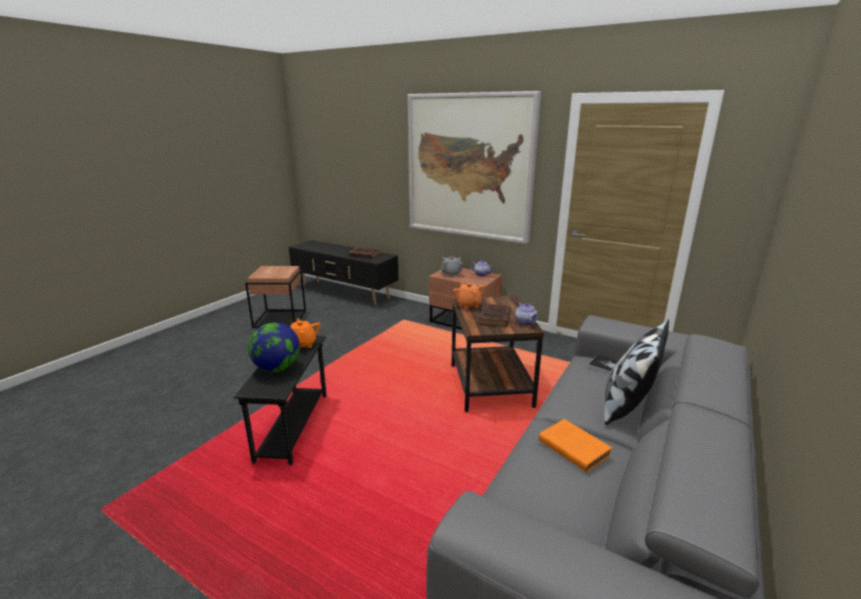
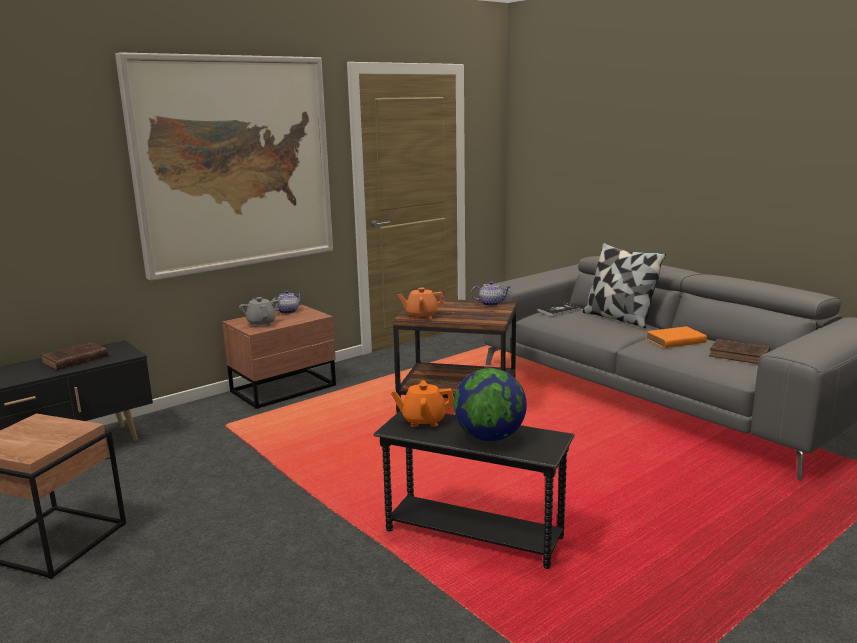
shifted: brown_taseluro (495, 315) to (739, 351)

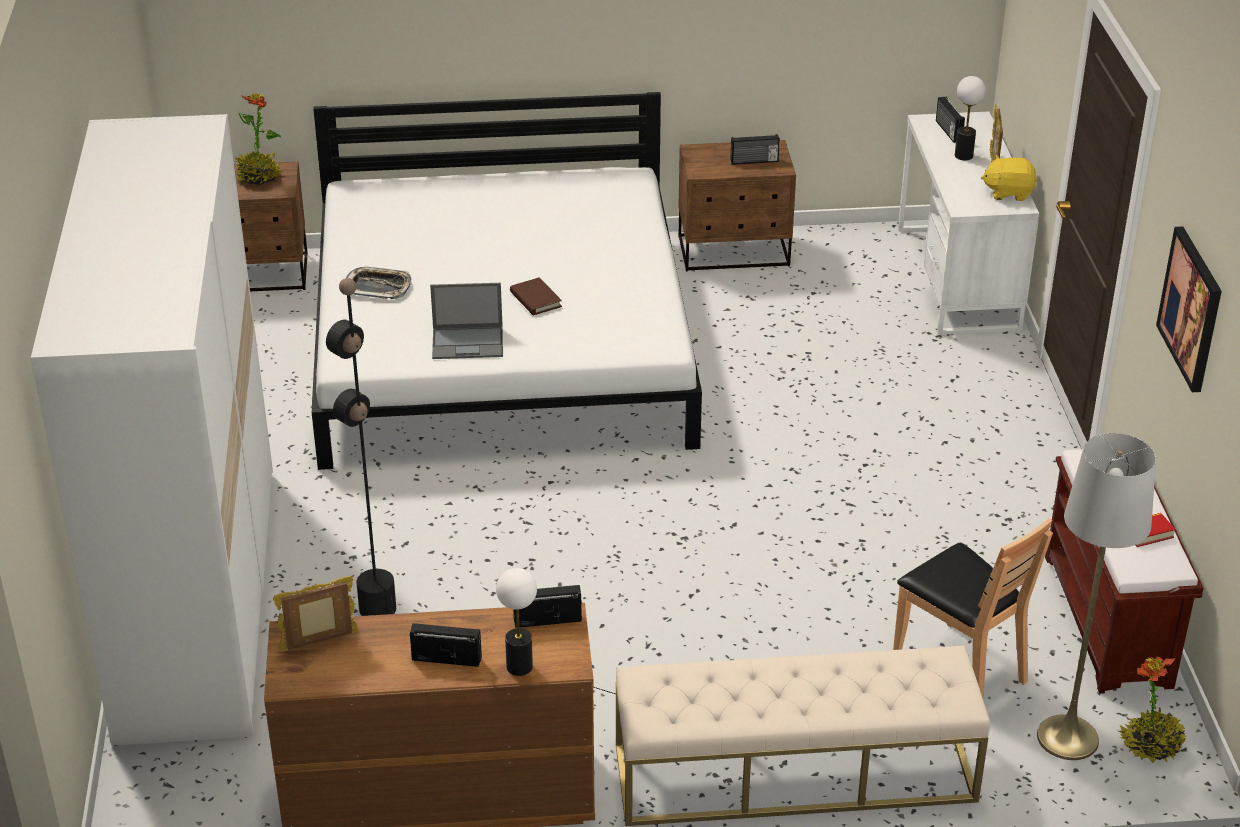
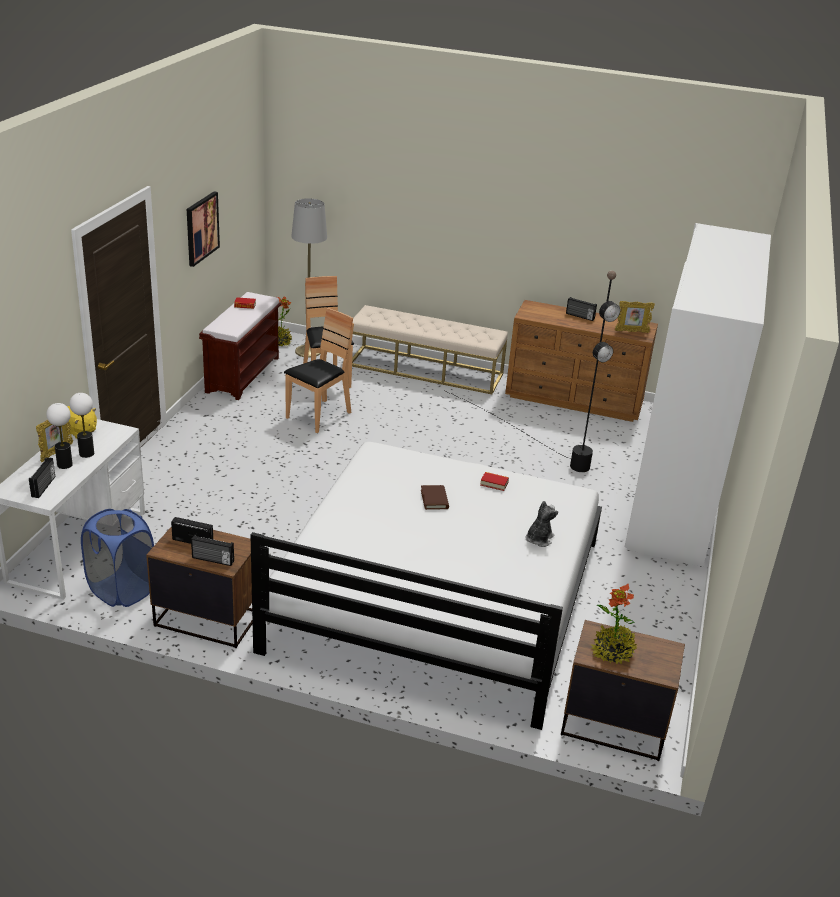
new: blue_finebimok (117, 558); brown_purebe (319, 370)
shifted: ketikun (516, 622) to (81, 425); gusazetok (547, 606) to (212, 550)
swapped: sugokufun (379, 283) to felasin (541, 524); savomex (466, 321) to taseluro (494, 481)

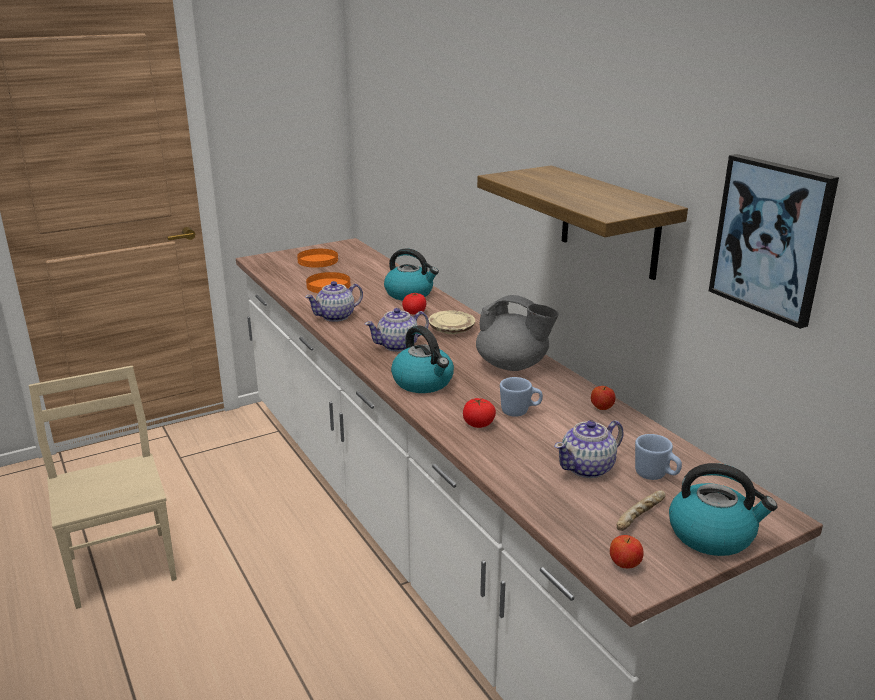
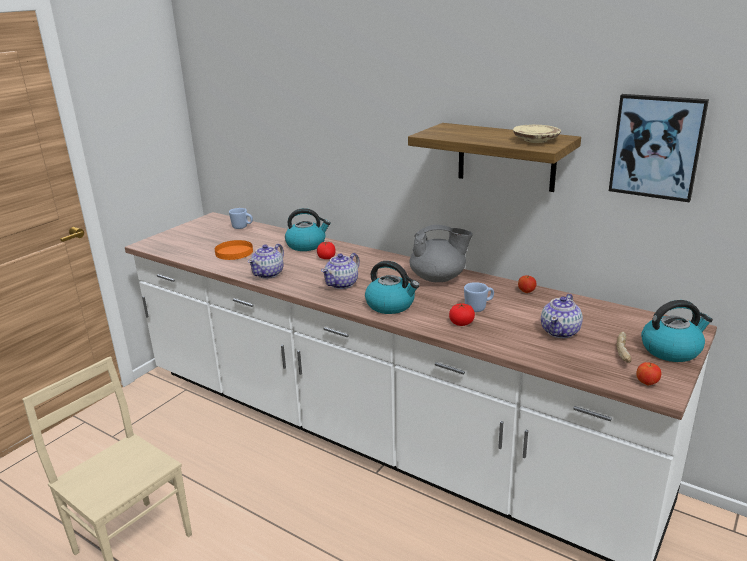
gone: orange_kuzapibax (317, 258)
shifted: beige_kuzapibax (451, 322) to (537, 134); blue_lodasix (658, 457) to (241, 218)

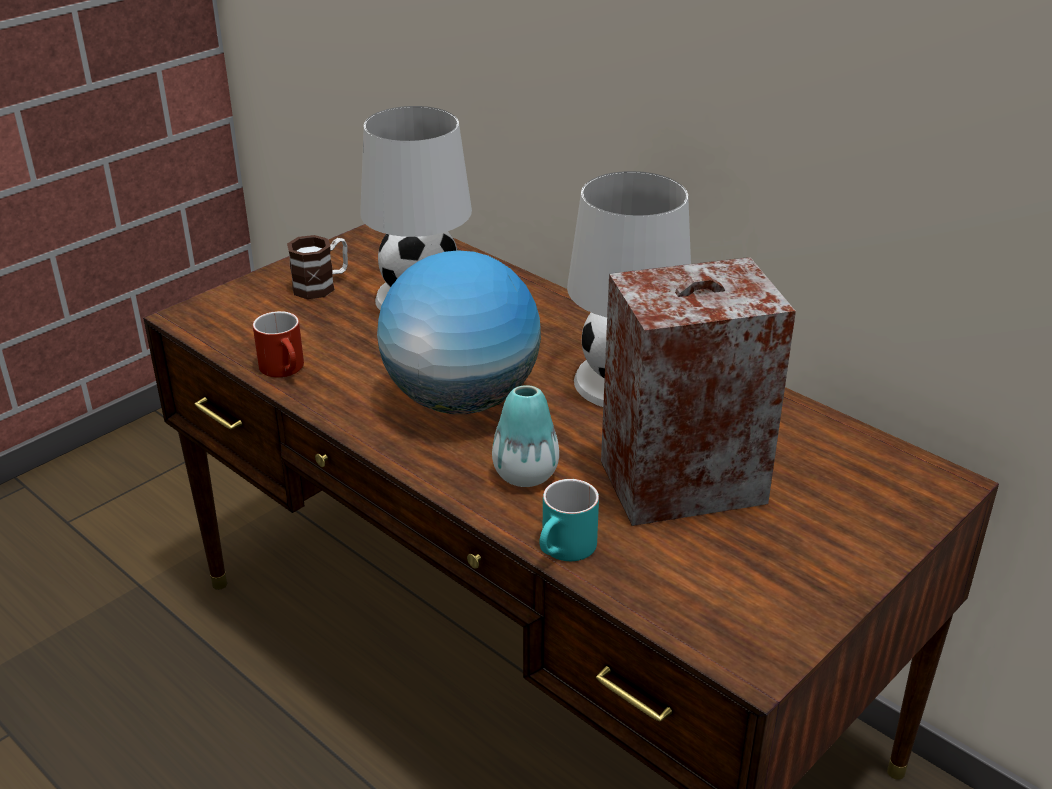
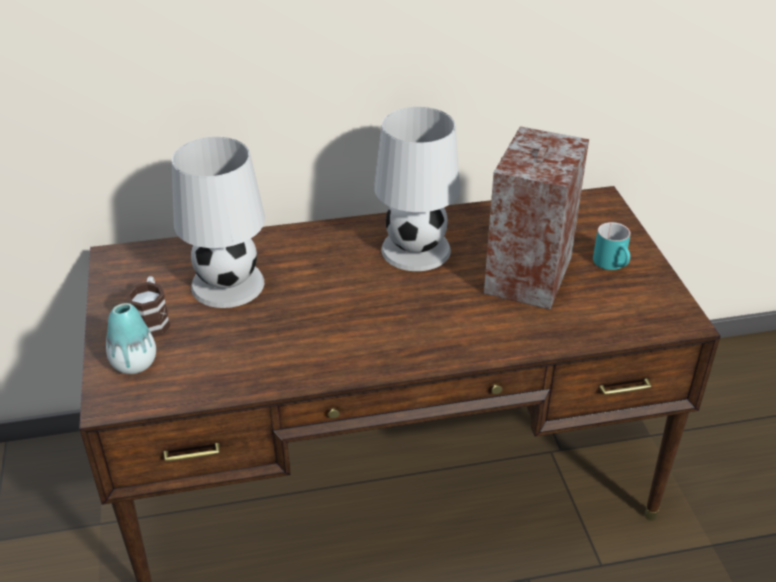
gone: red_lodasix (278, 344); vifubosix (459, 332)
shifted: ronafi (525, 436) to (131, 338); turquoise_lodasix (569, 520) to (612, 246)

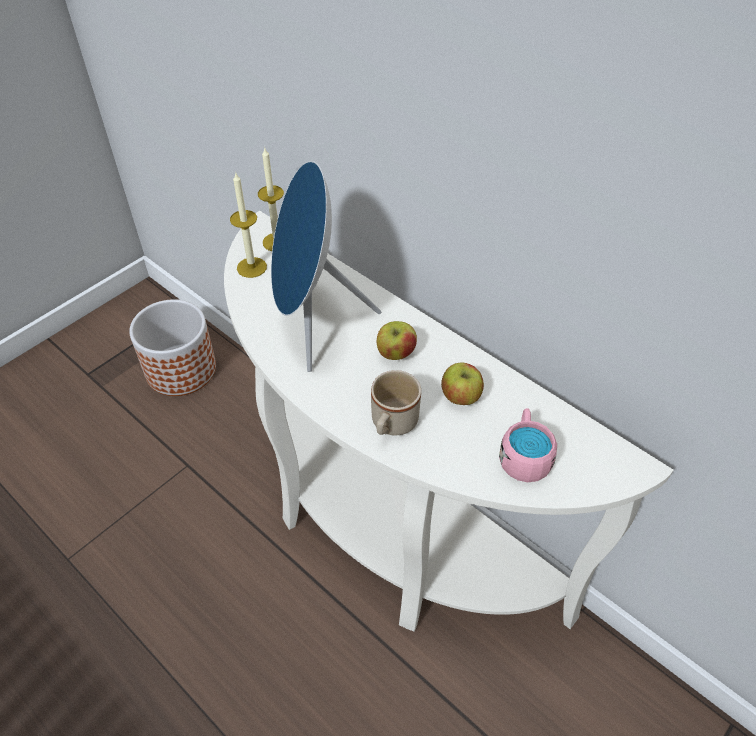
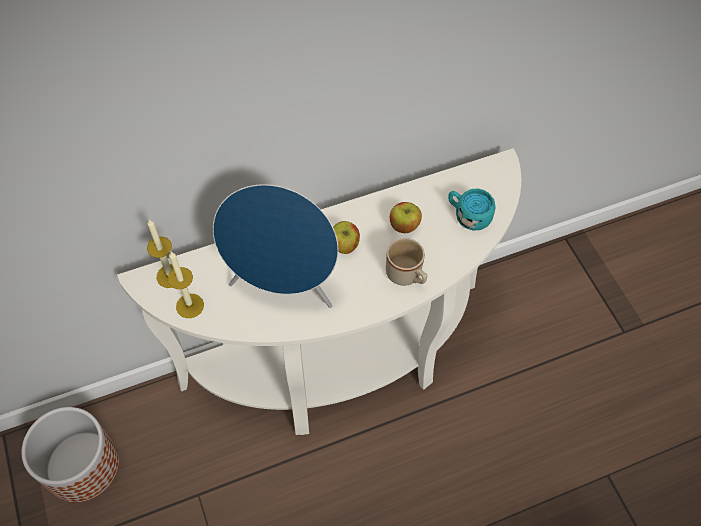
repainted: pink_lodasix (528, 445) to turquoise_lodasix (471, 209)

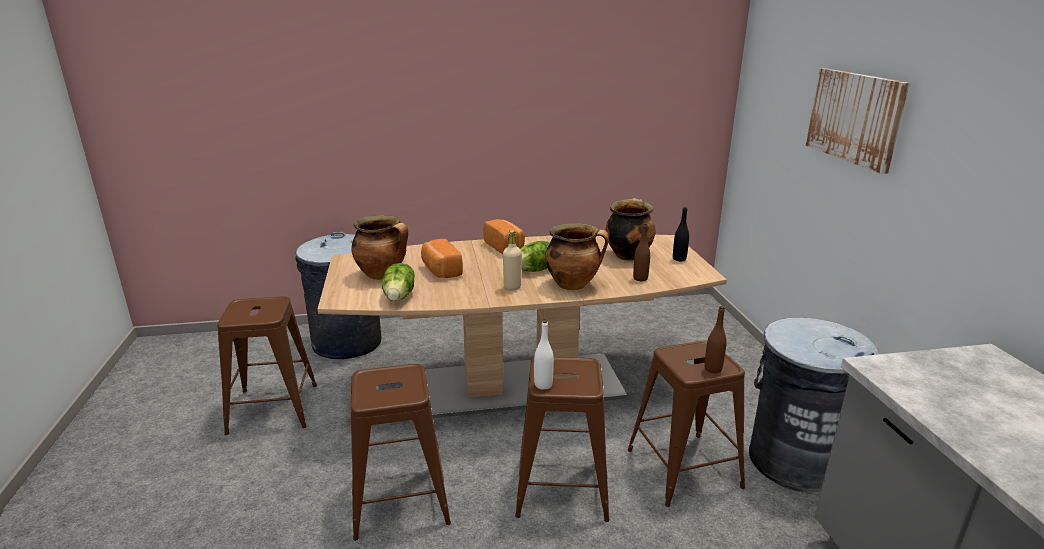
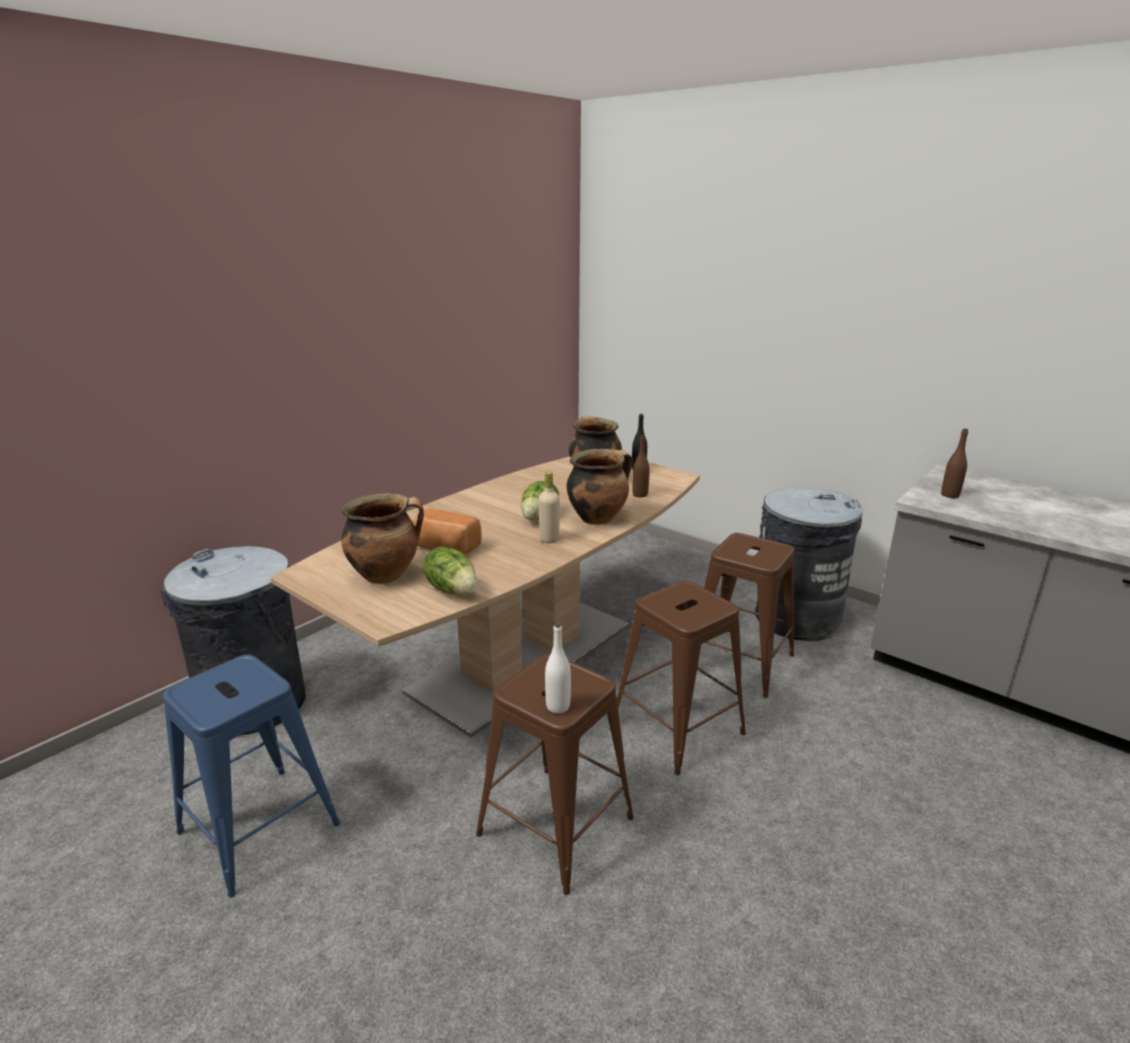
gone: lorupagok (504, 236); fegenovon (858, 121)
shifted: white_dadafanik (544, 355) to (558, 667); brown_dadafanik (715, 339) to (954, 463)
repainted: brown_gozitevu (267, 365) to blue_gozitevu (251, 776)

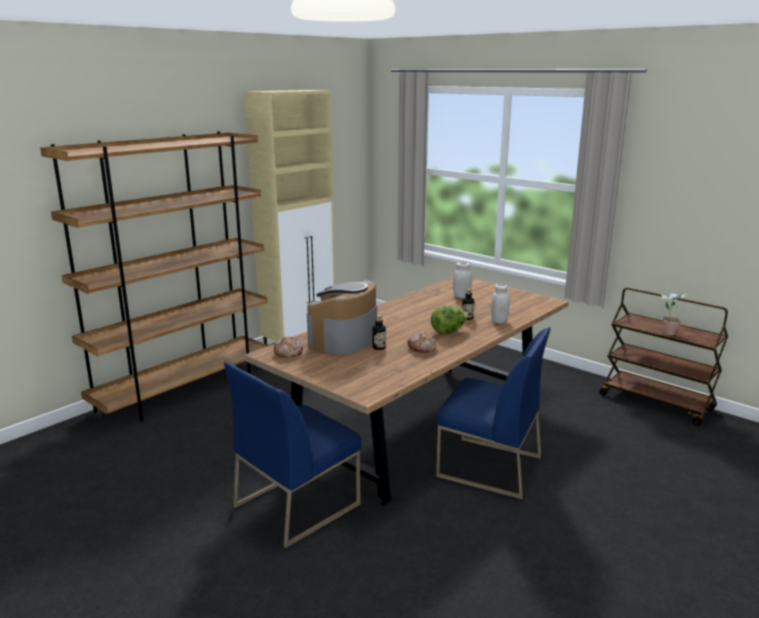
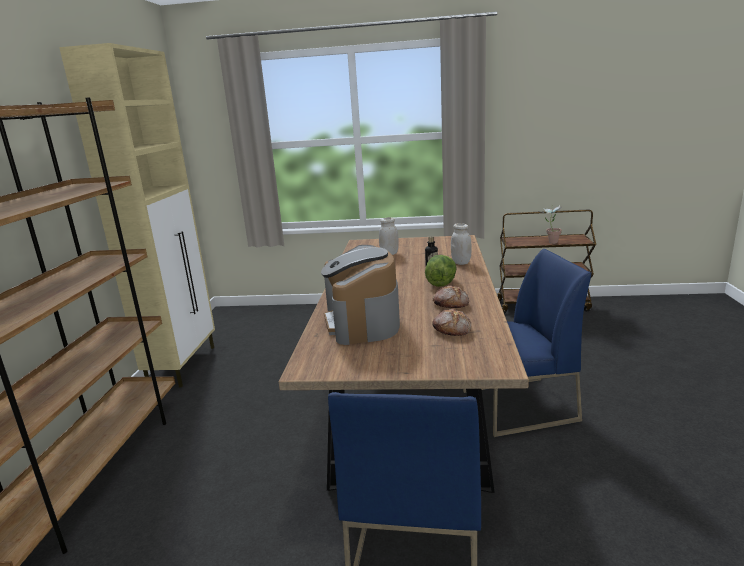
gone: dadafanik (379, 332)
shifted: lorupagok (288, 347) to (451, 322)

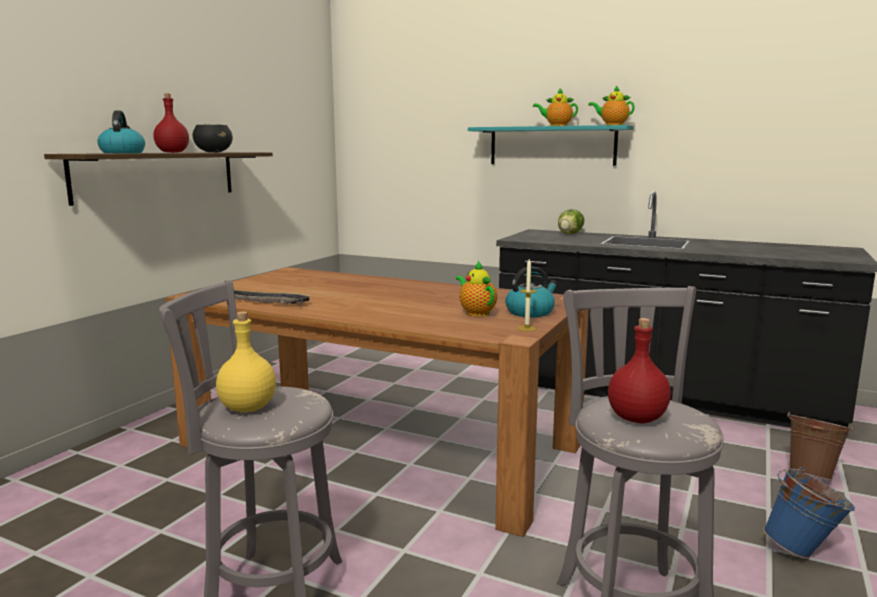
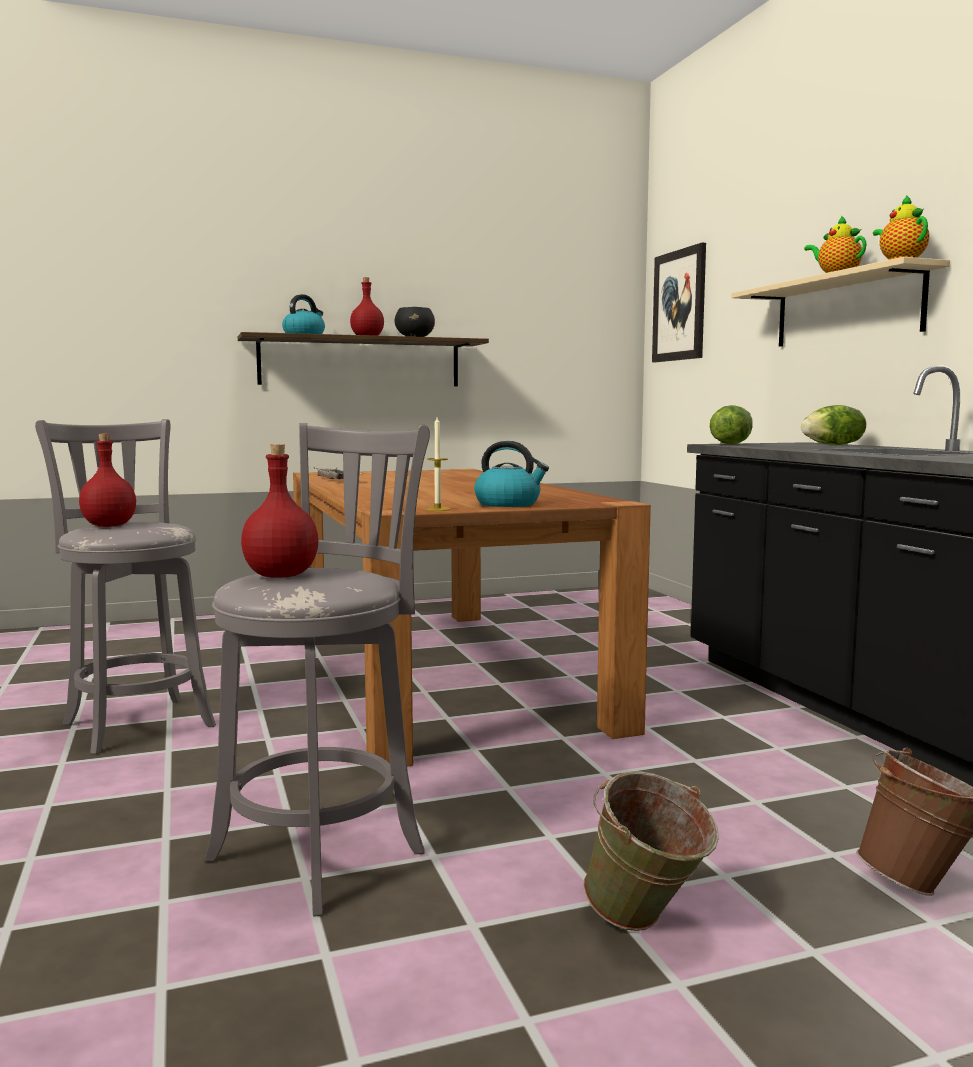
gone: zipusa (476, 289)
new: fegenovon (679, 302); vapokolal (731, 424)
repainted: yellow_dadafanik (246, 361) to red_dadafanik (107, 480); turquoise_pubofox (550, 145) to beige_pubofox (840, 302); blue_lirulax (809, 513) to green_lirulax (651, 851)

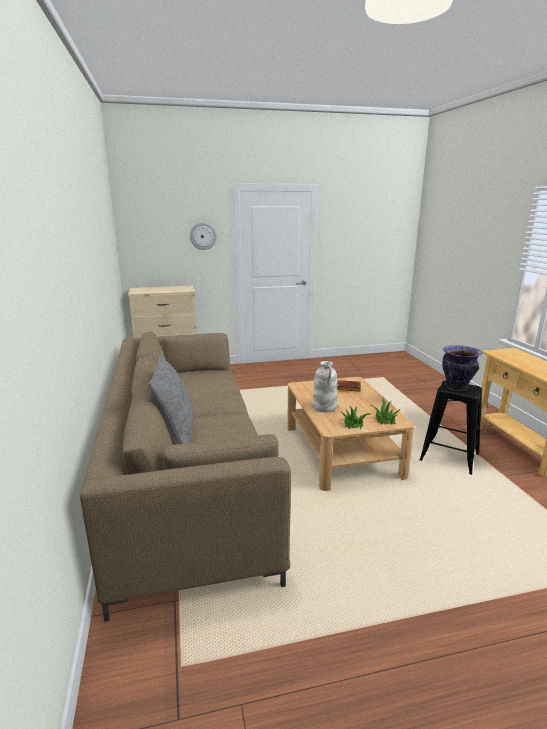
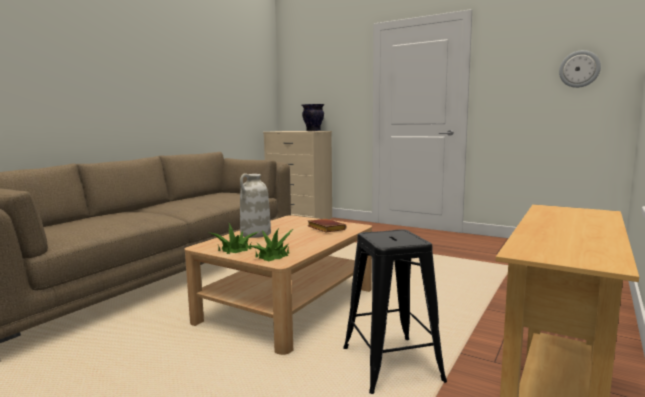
gone: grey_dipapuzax (171, 399)
shifted: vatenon (203, 236) to (580, 69); ronafi (462, 368) to (313, 117)

